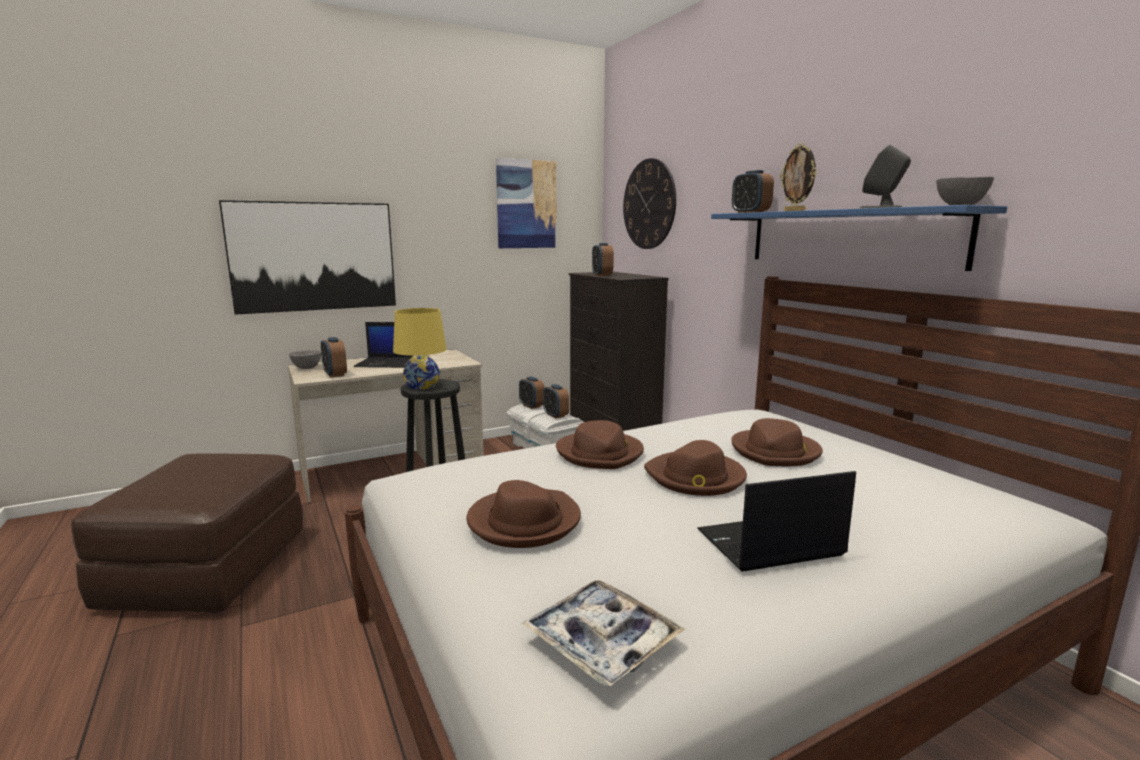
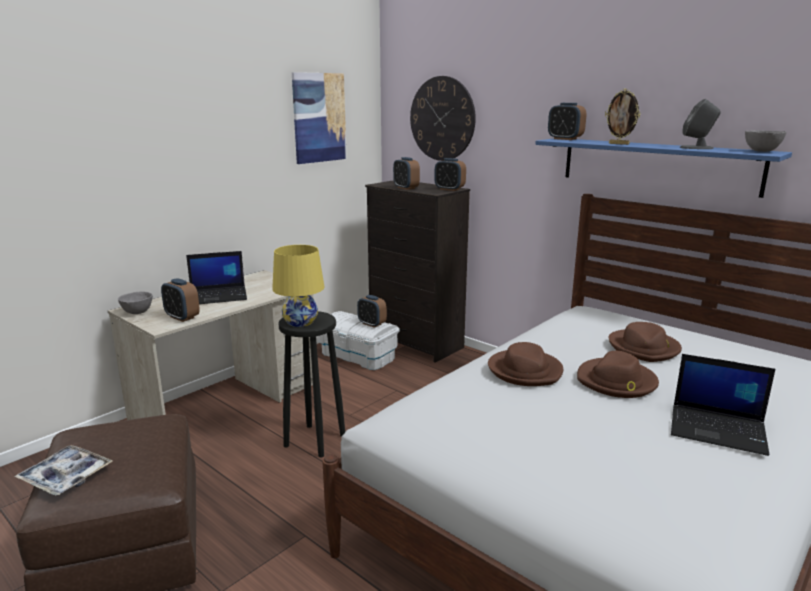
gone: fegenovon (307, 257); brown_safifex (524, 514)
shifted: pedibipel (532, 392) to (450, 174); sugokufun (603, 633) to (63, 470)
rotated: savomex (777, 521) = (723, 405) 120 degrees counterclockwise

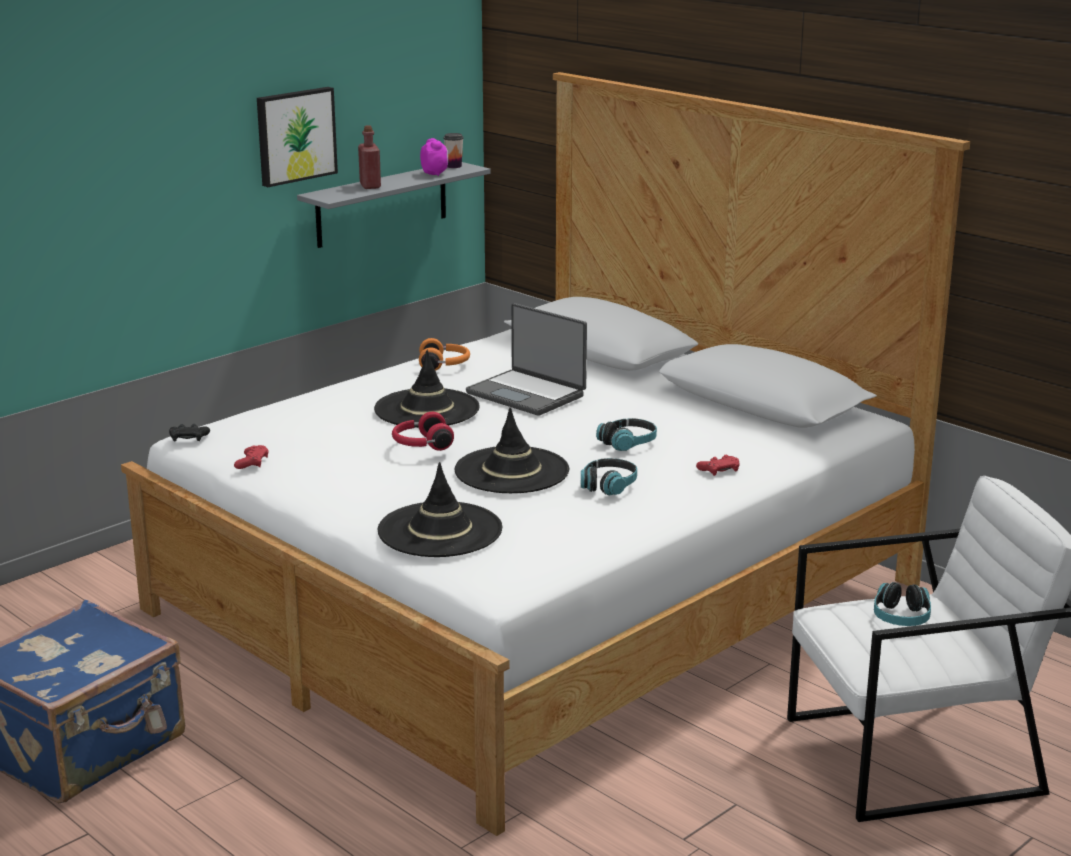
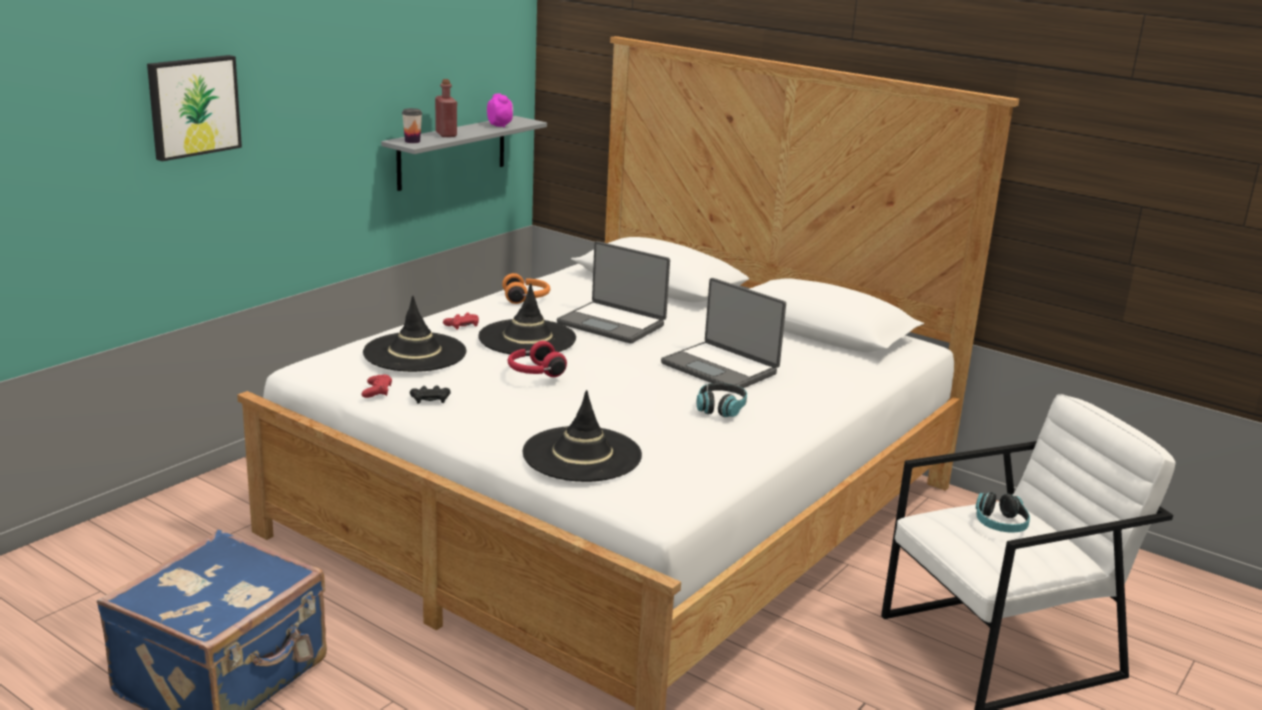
shifted: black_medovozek (189, 433) to (430, 394); fegenovon (297, 137) to (194, 108); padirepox (453, 150) to (412, 125); black_safifex (512, 450) to (415, 334); red_medovozek (718, 465) to (461, 321)
swapped: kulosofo (626, 434) to savomex (723, 333)

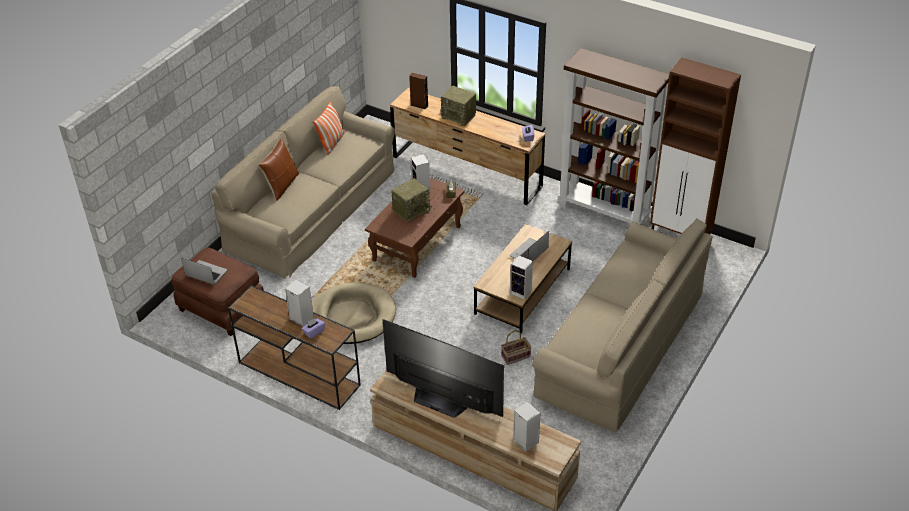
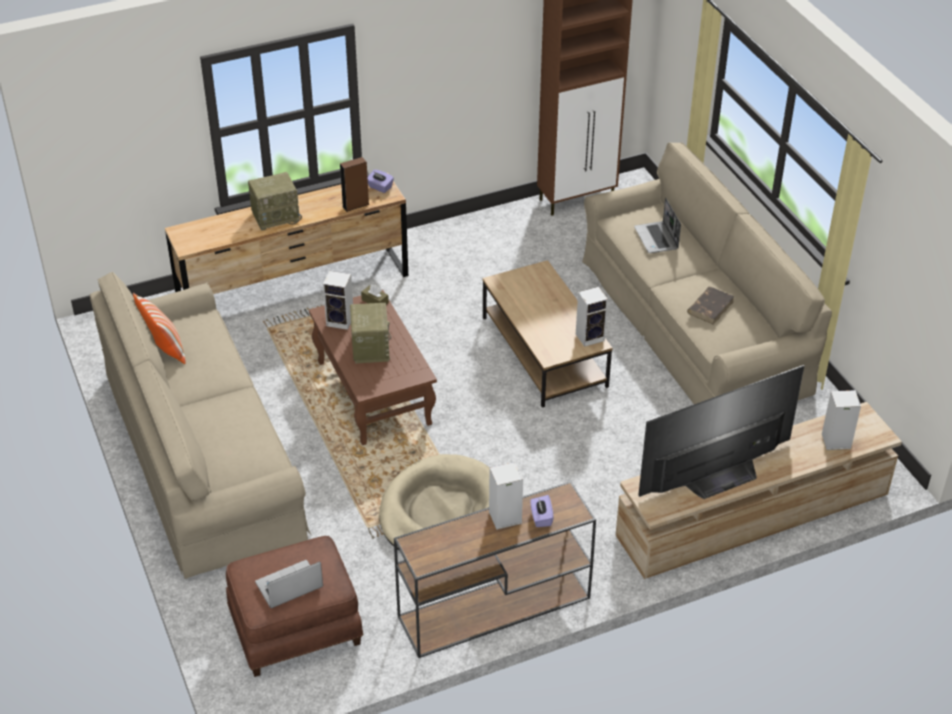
gone: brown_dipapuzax (278, 169); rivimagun (516, 347); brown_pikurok (614, 136)
new: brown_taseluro (711, 306)
shifted: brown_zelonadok (418, 91) to (354, 184); savomex (529, 246) to (657, 225)

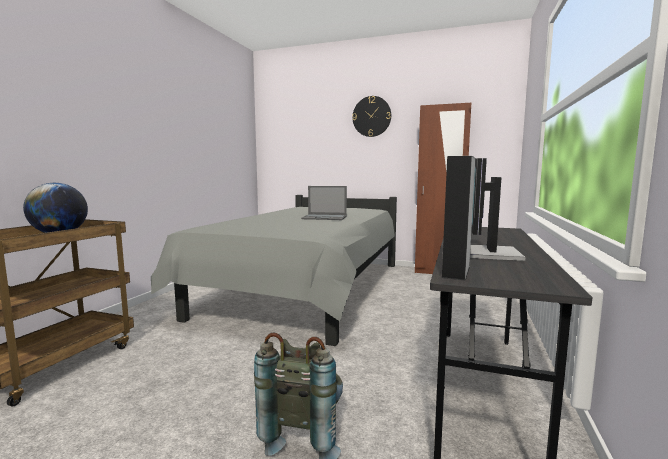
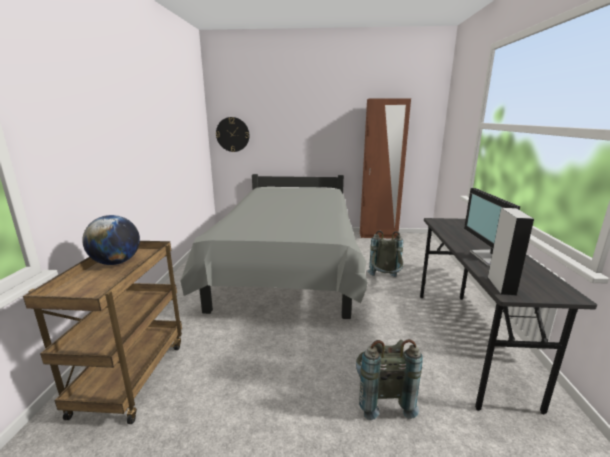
gone: savomex (324, 203)
new: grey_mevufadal (385, 253)
shifted: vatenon (371, 116) to (232, 134)

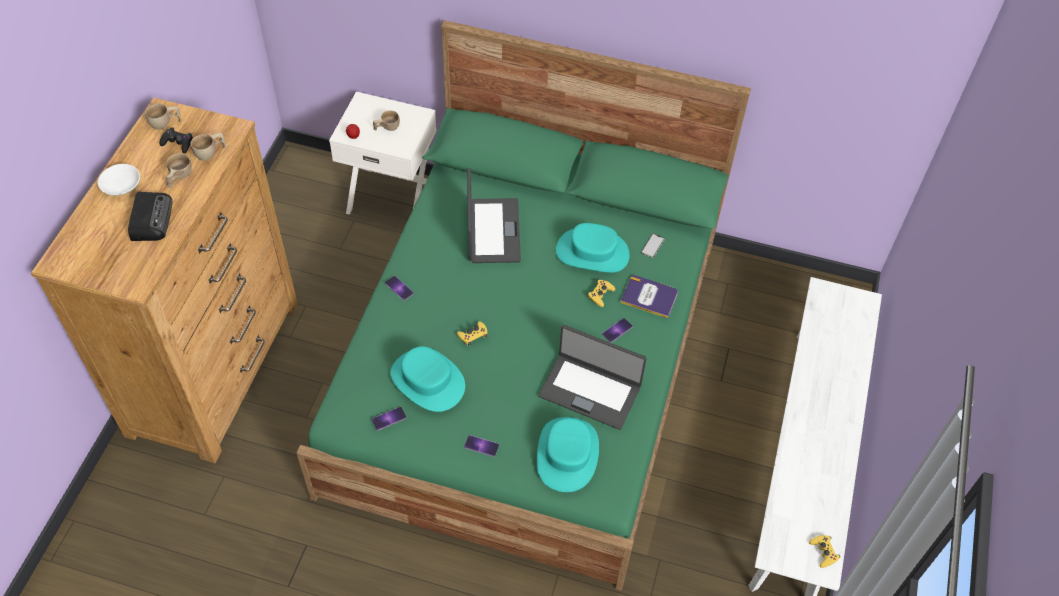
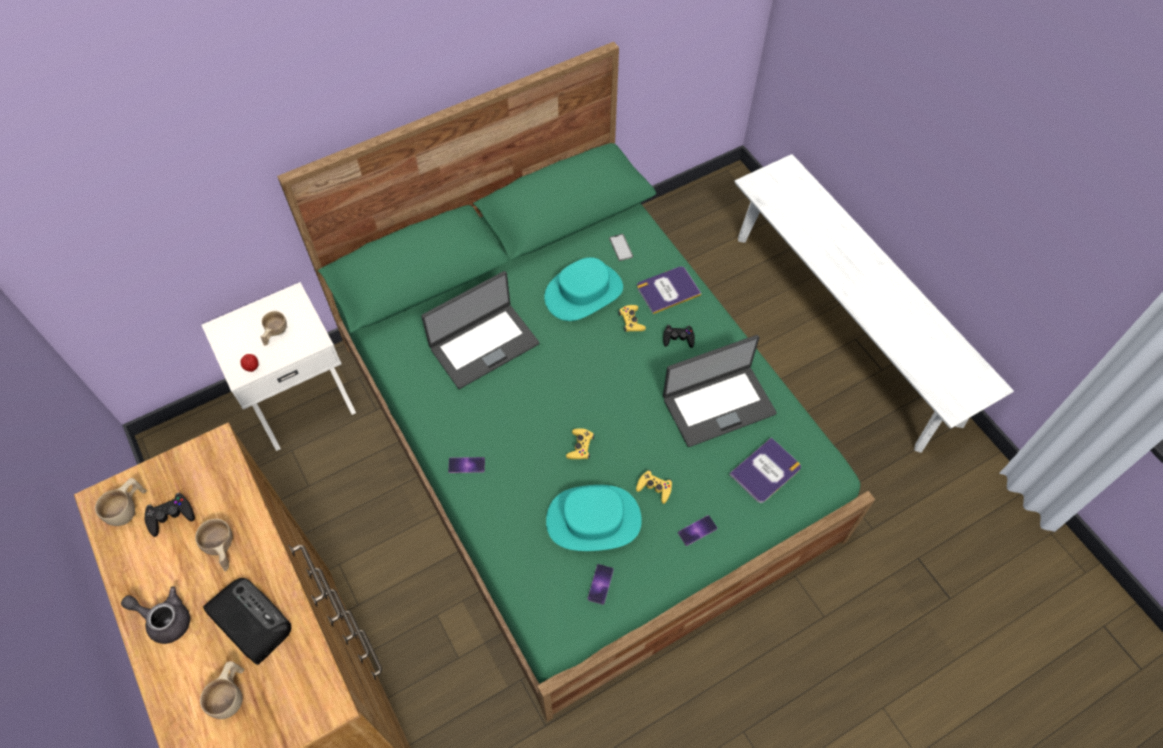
shifted: beige_padirepox (209, 146) to (222, 690); yellow_medovozek (824, 551) to (654, 487)
swapped: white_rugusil (118, 180) to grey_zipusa (155, 615); turquoise_safifex (568, 454) to taseluro (765, 470); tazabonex (617, 330) to black_medovozek (679, 336)
rotated: savomex (494, 215) = (480, 330) 105 degrees clockwise

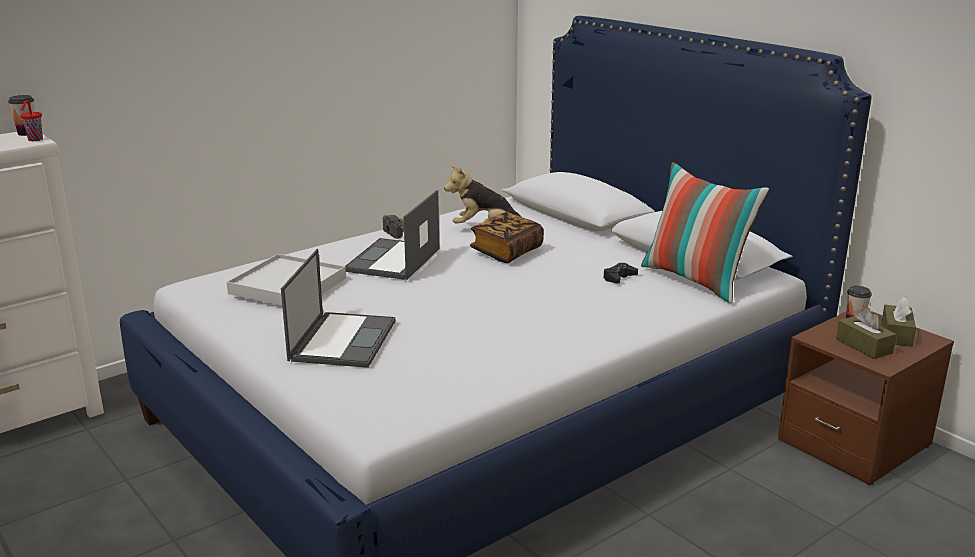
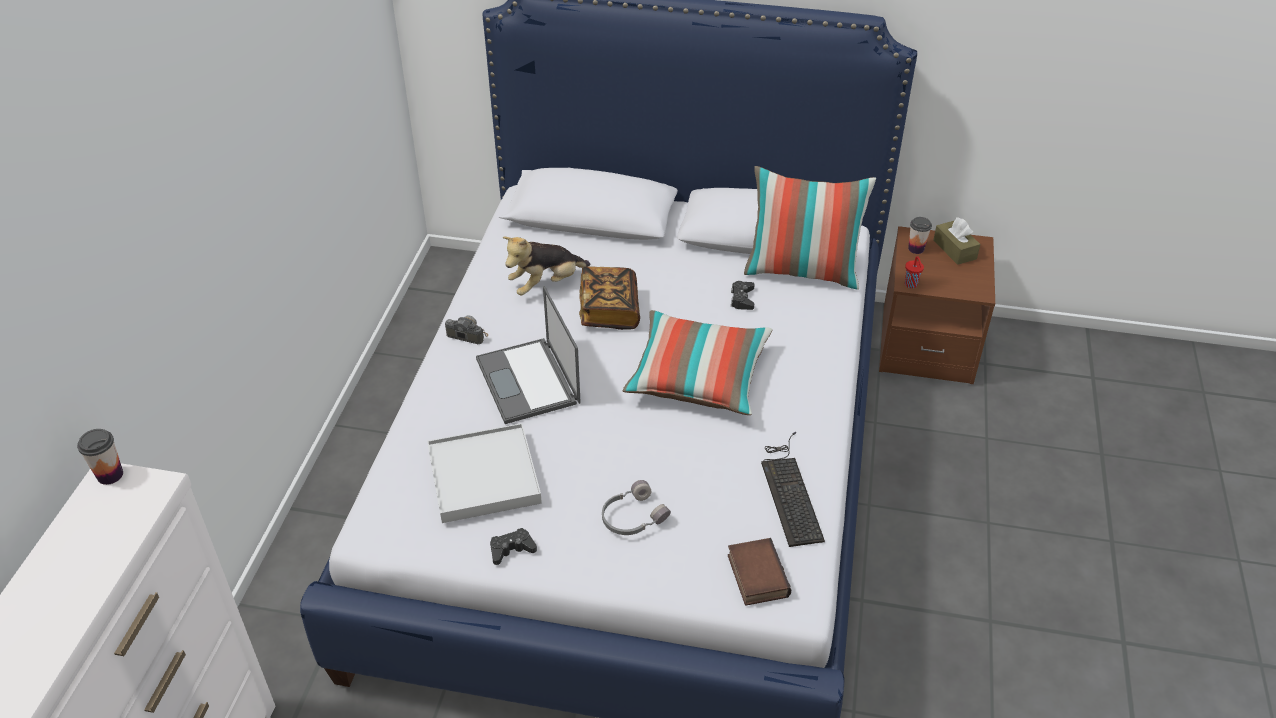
gone: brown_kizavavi (866, 333)
new: black_medovozek (513, 546); dipapuzax (697, 362); taseluro (759, 572); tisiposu (793, 489)
shifted: red_padirepox (31, 120) to (914, 272)
swapped: savomex (338, 308) to grey_kulosofo (636, 507)

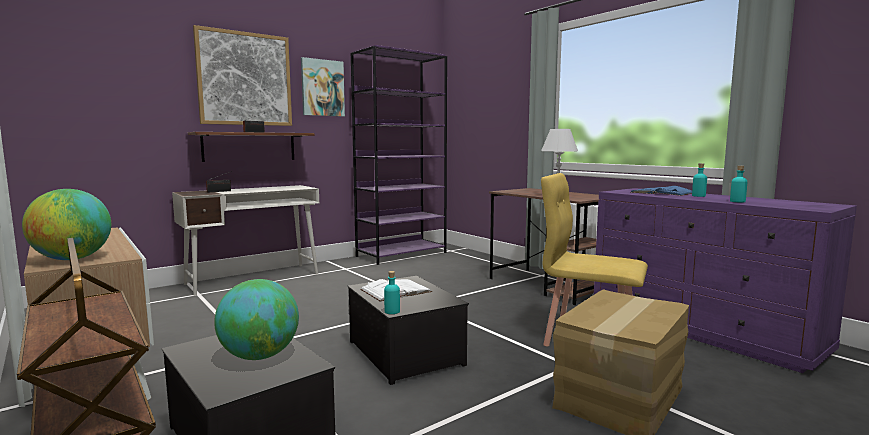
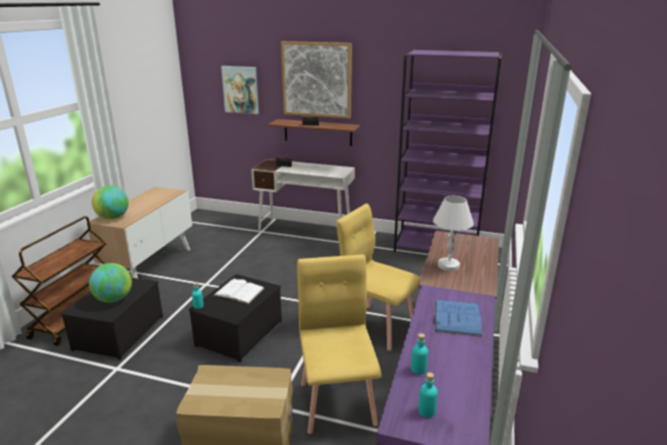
new: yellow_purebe (378, 277)
shifted: fegenovon (323, 87) to (240, 90); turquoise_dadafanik (699, 180) to (428, 394)

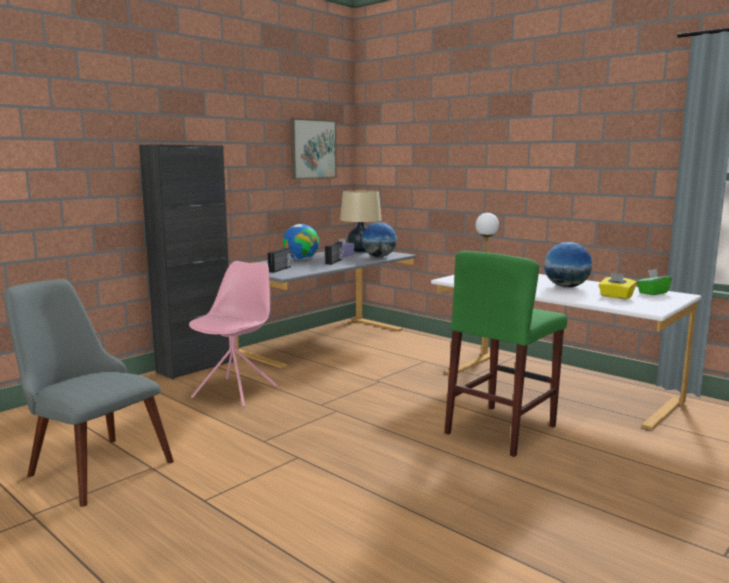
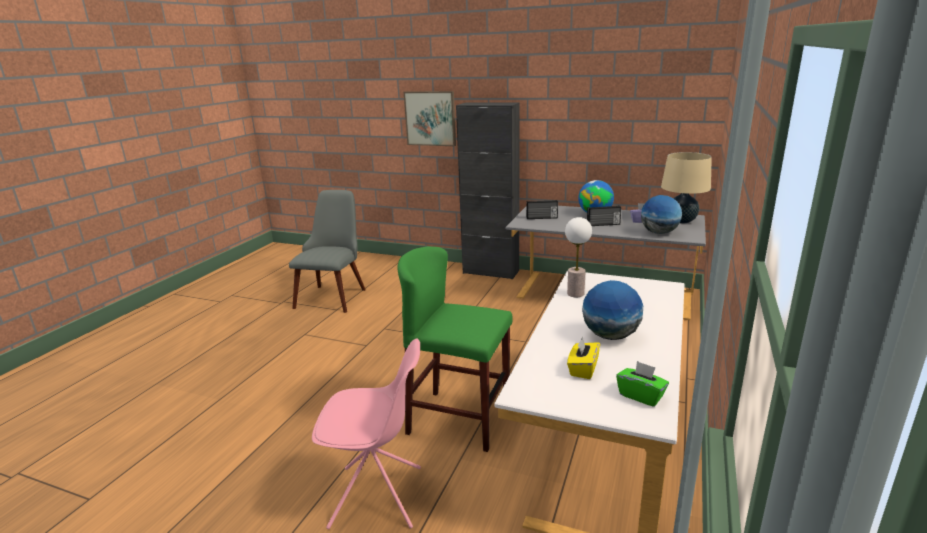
shifted: pink_purebe (233, 334) to (366, 434); fegenovon (313, 148) to (430, 118)

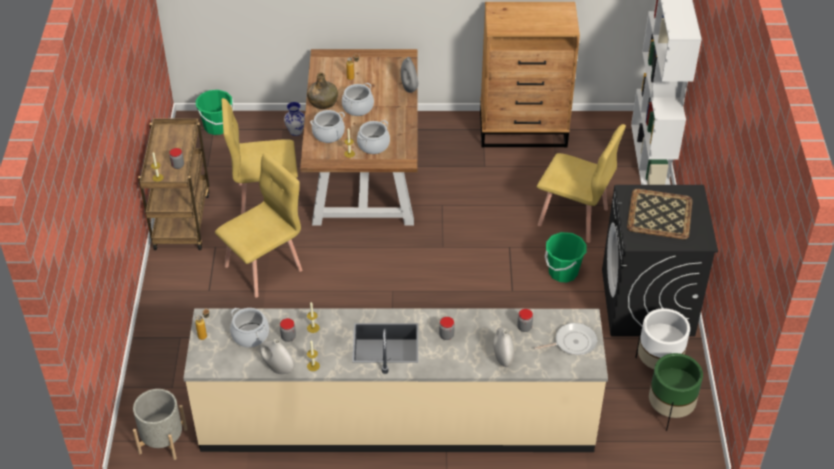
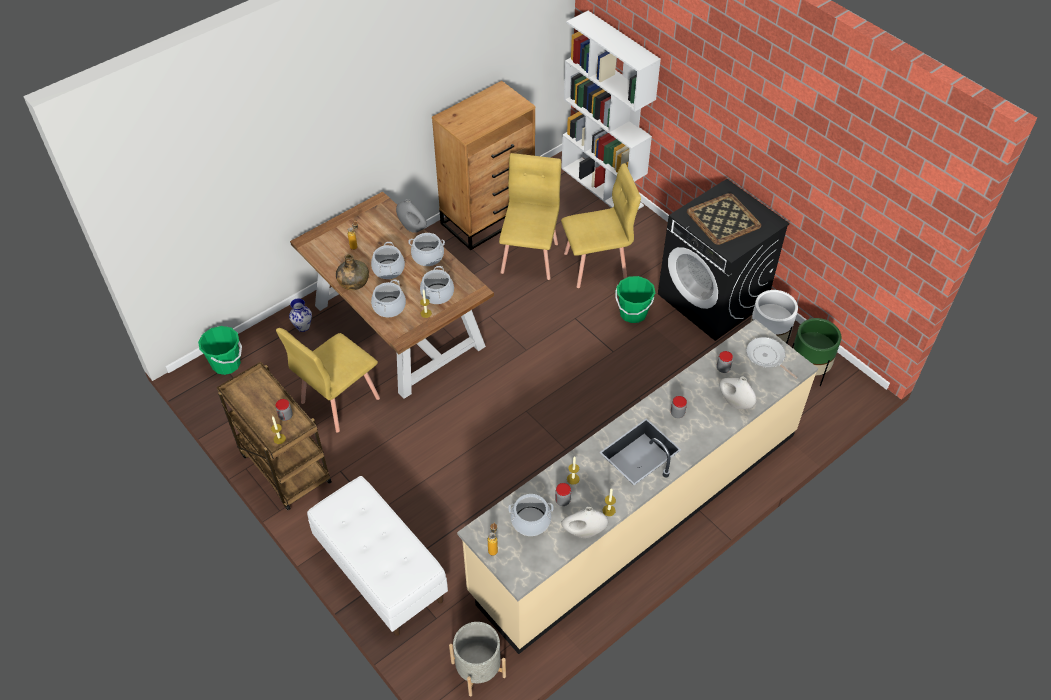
new: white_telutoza (377, 556); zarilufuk (426, 249)
shifted: yellow_purebe (258, 225) to (530, 216)
rotated: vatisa (565, 339) = (772, 358) 75 degrees counterclockwise

